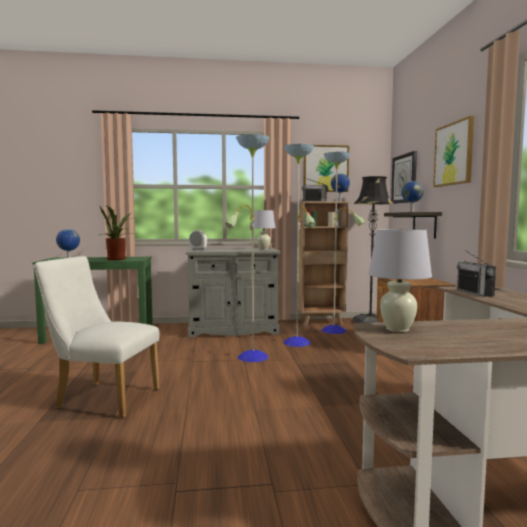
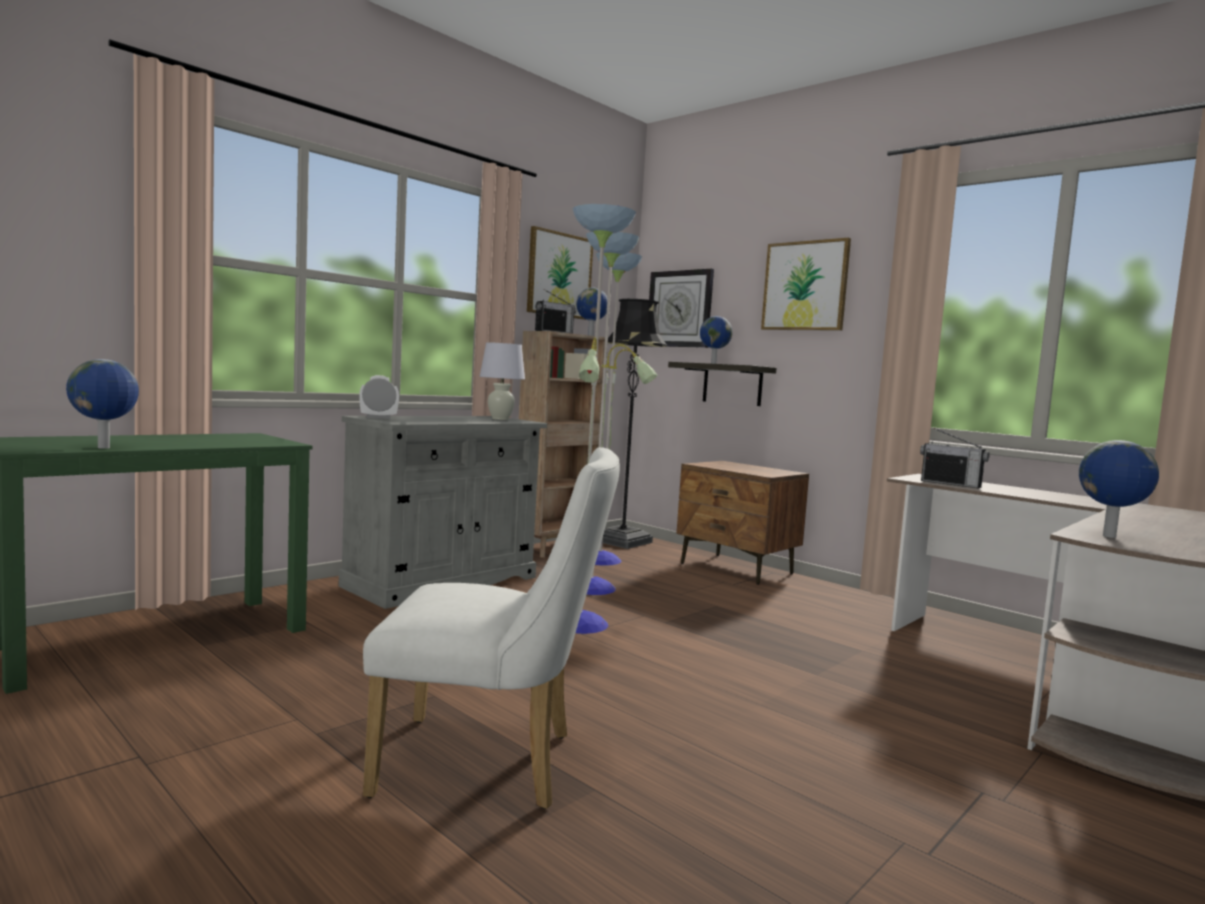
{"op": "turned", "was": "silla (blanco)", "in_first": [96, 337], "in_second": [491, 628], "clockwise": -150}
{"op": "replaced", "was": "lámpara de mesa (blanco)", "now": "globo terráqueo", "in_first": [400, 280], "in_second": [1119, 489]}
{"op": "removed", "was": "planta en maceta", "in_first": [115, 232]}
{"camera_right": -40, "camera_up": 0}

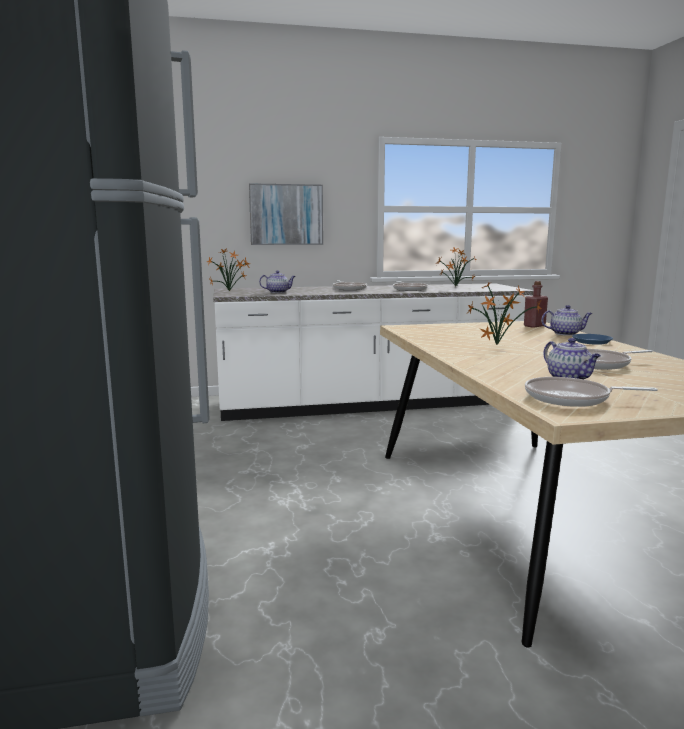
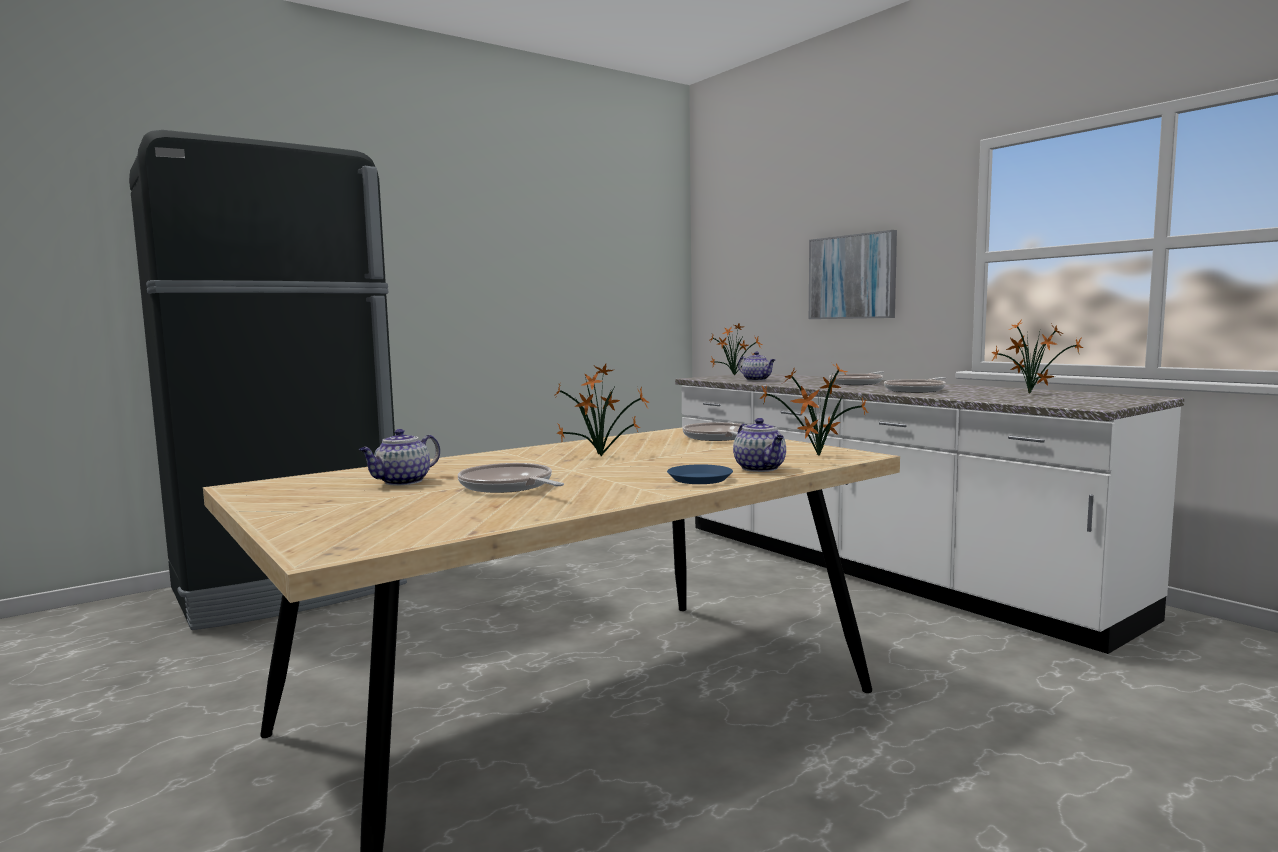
{"op": "moved", "was": "sartén", "in_first": [591, 392], "in_second": [711, 431]}
{"op": "replaced", "was": "botella (rojo)", "now": "planta en maceta", "in_first": [536, 304], "in_second": [814, 409]}
{"camera_right": 65, "camera_up": -5}

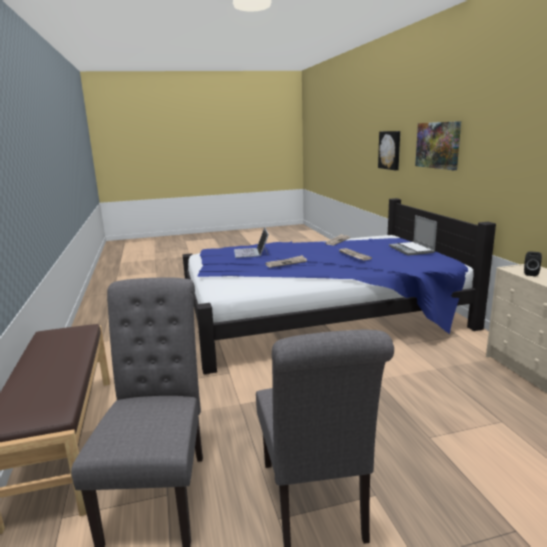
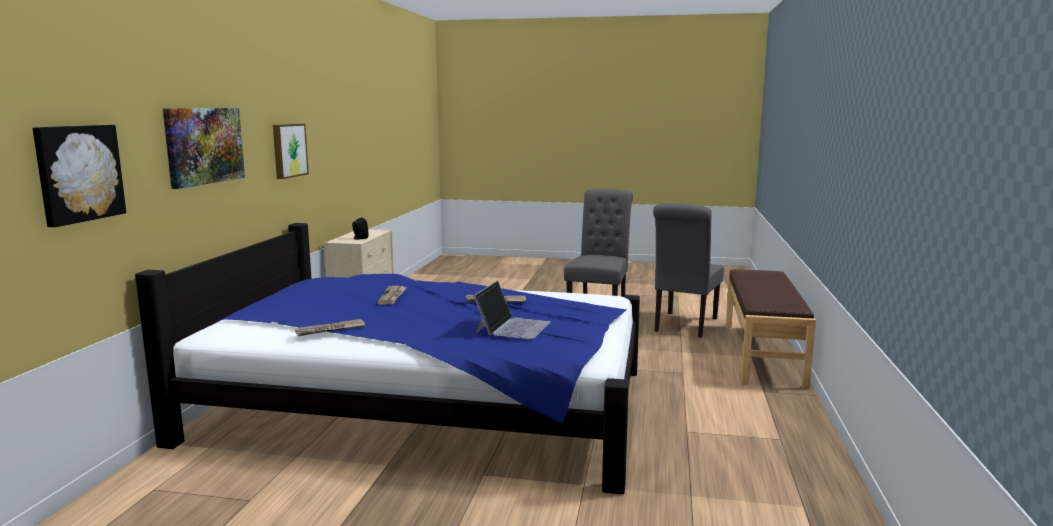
{"op": "added", "now": "cuadro", "in_second": [291, 151]}
{"op": "removed", "was": "portátil", "in_first": [413, 235]}
{"camera_right": -155, "camera_up": -5}

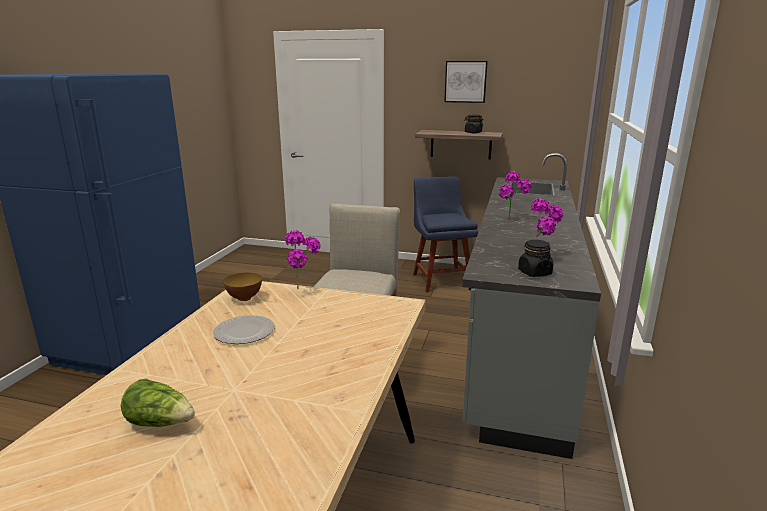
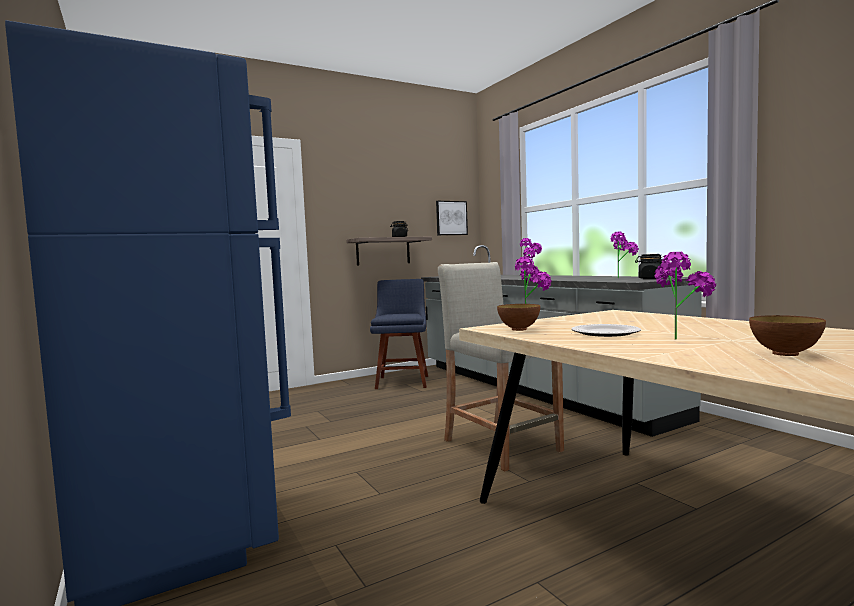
{"op": "turned", "was": "silla (azul)", "in_first": [445, 234], "in_second": [399, 334], "clockwise": 60}
{"op": "moved", "was": "cuadro", "in_first": [466, 82], "in_second": [452, 218]}
{"op": "added", "now": "planta en maceta", "in_second": [685, 296]}
{"op": "replaced", "was": "lechuga", "now": "cuenco", "in_first": [158, 403], "in_second": [787, 335]}
{"camera_right": -45, "camera_up": -15}

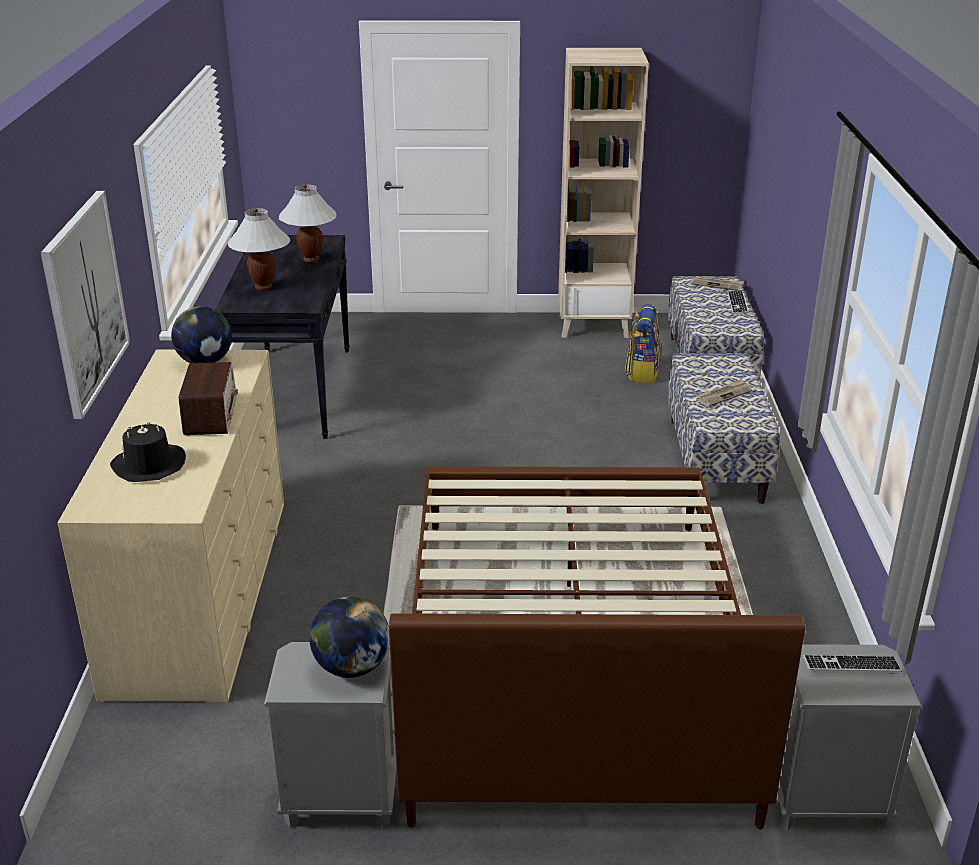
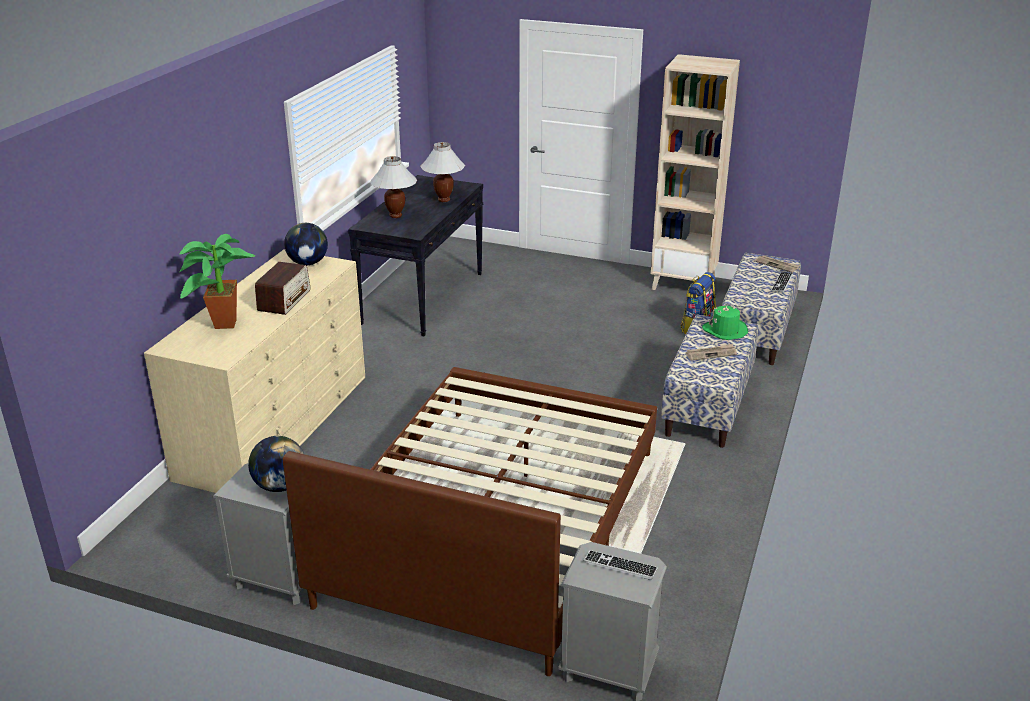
{"op": "replaced", "was": "sombrero (negro)", "now": "planta en maceta", "in_first": [148, 452], "in_second": [217, 281]}
{"op": "added", "now": "sombrero (verde)", "in_second": [725, 322]}
{"op": "removed", "was": "cuadro", "in_first": [85, 305]}
{"camera_right": 20, "camera_up": 0}

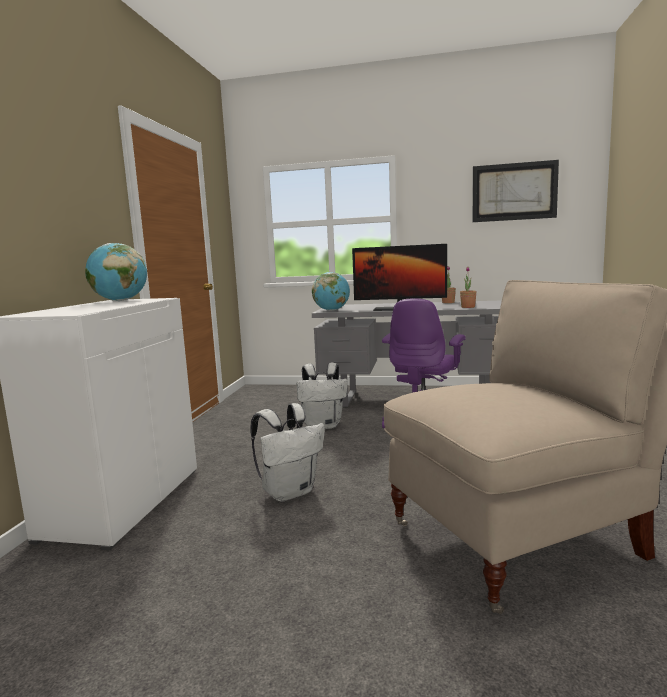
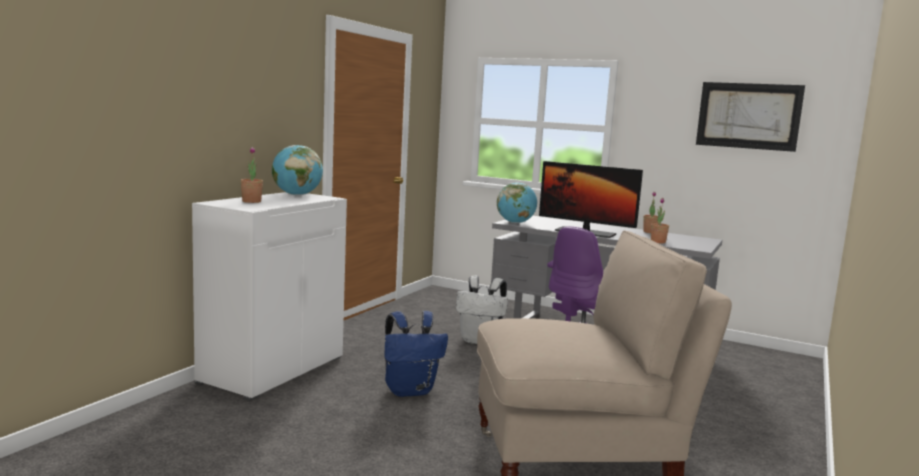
{"op": "added", "now": "planta en maceta", "in_second": [251, 175]}
{"op": "recoloured", "was": "mochila (blanco)", "now": "mochila (azul)", "in_first": [287, 452], "in_second": [416, 354]}
{"camera_right": 15, "camera_up": 0}

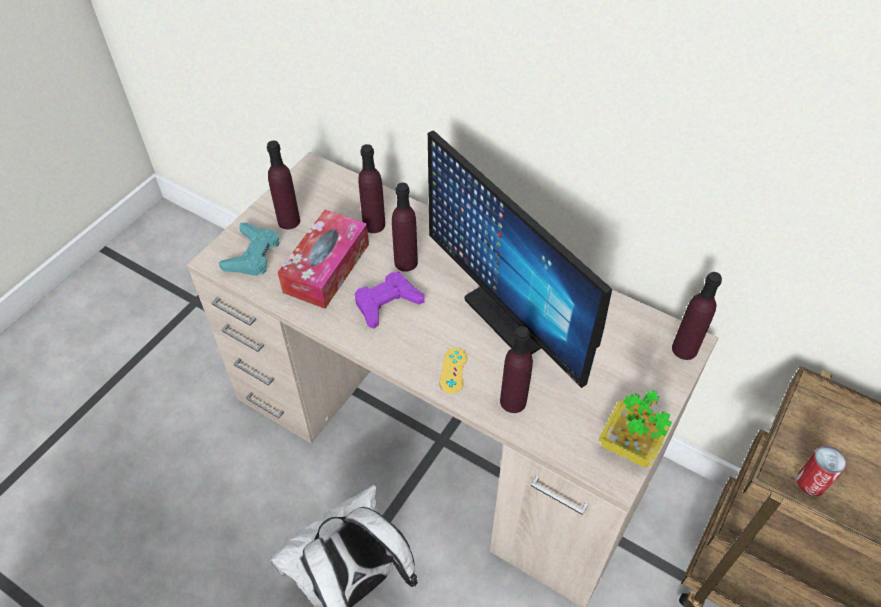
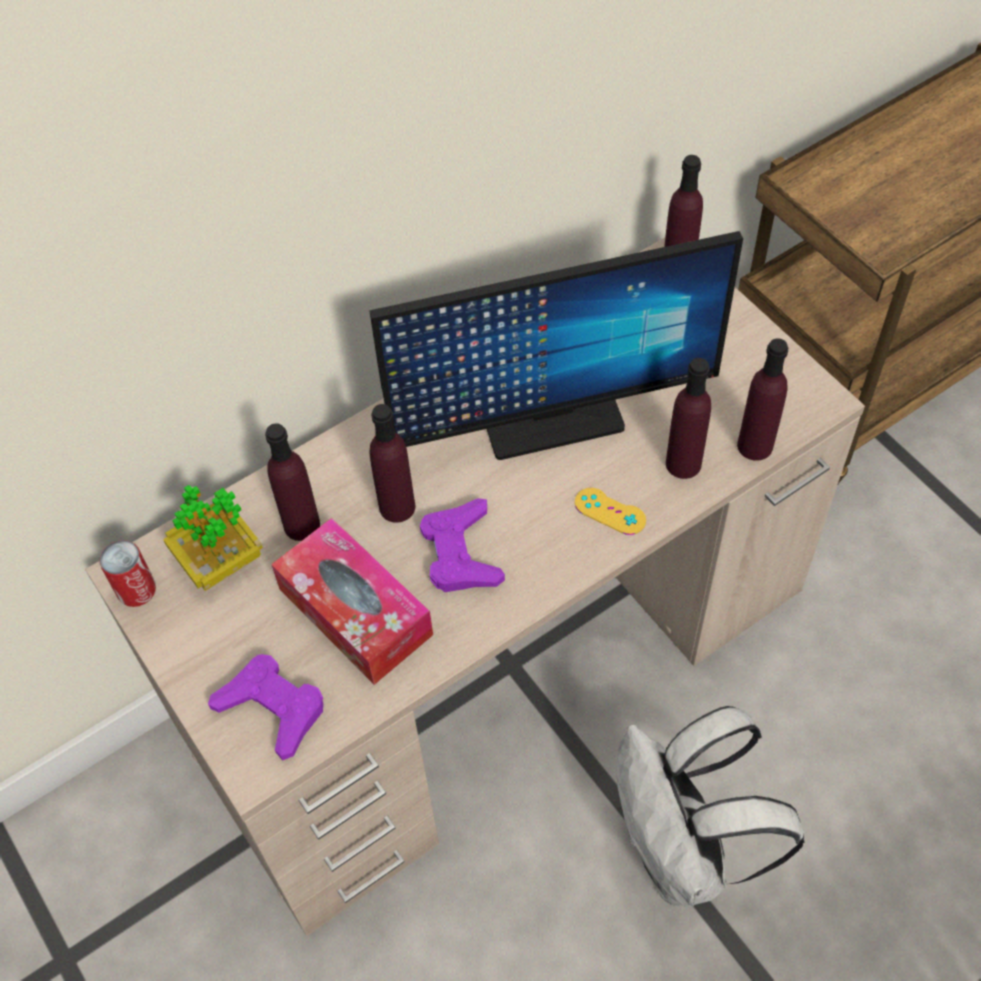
{"op": "moved", "was": "lata", "in_first": [821, 471], "in_second": [128, 573]}
{"op": "moved", "was": "planta en maceta", "in_first": [635, 429], "in_second": [213, 538]}
{"op": "recoloured", "was": "mando de consola (turquesa)", "now": "mando de consola (morado)", "in_first": [249, 249], "in_second": [265, 707]}
{"op": "moved", "was": "botella (morado)", "in_first": [283, 184], "in_second": [762, 399]}
{"camera_right": -65, "camera_up": 5}

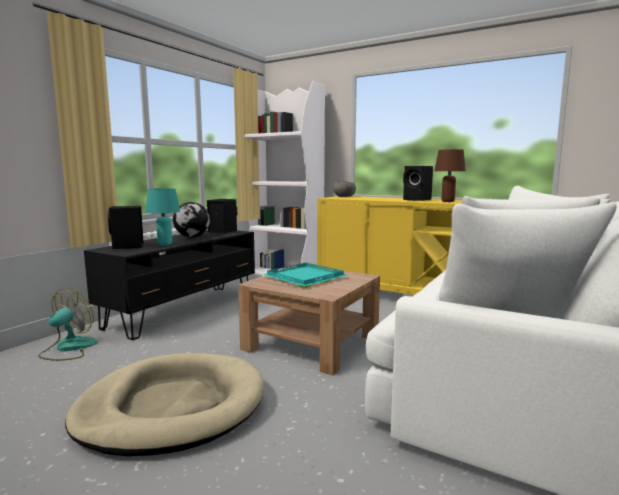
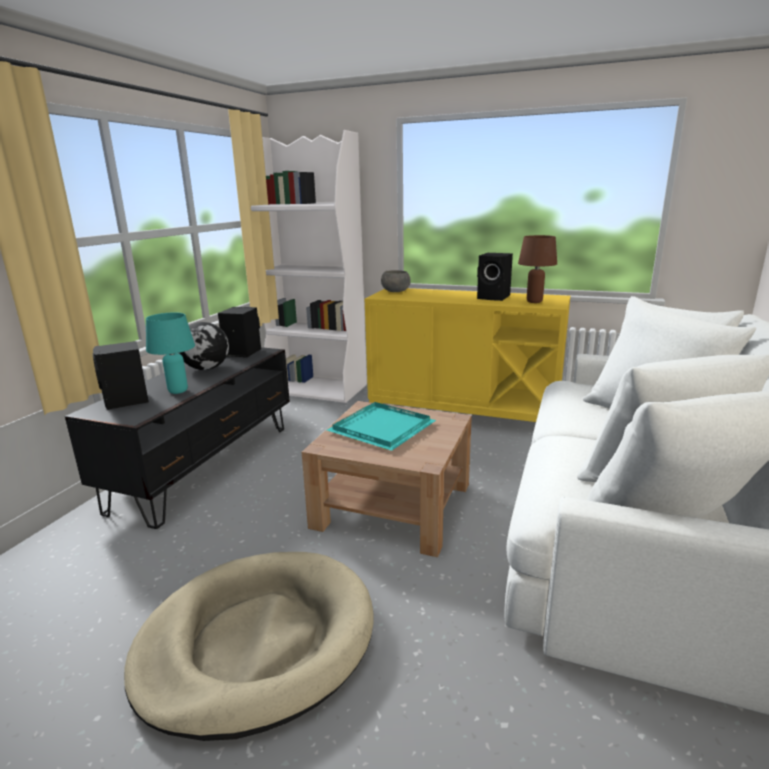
{"op": "removed", "was": "ventilador", "in_first": [68, 325]}
{"camera_right": -10, "camera_up": 10}

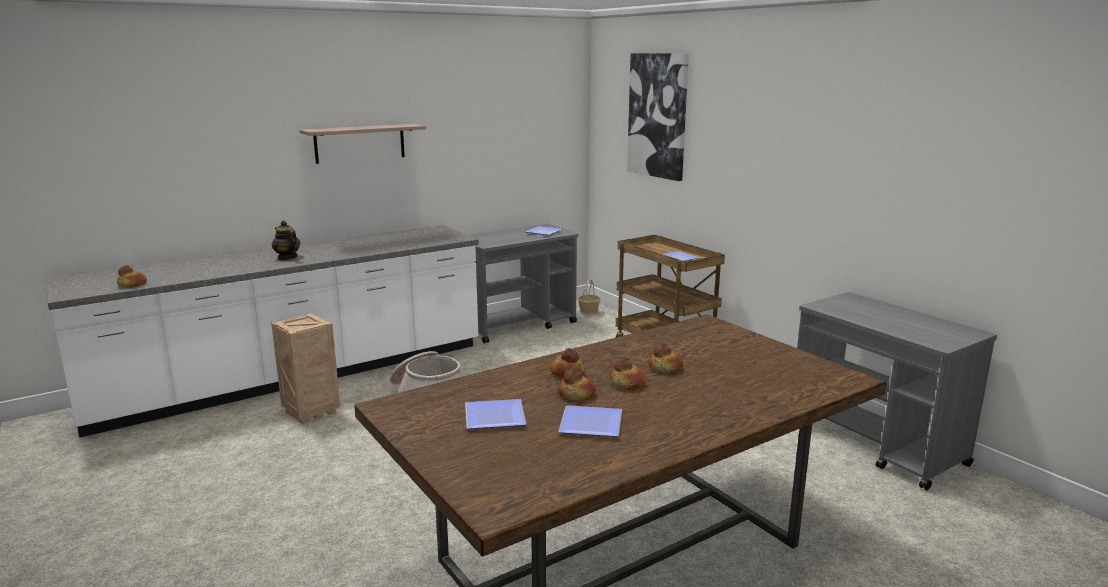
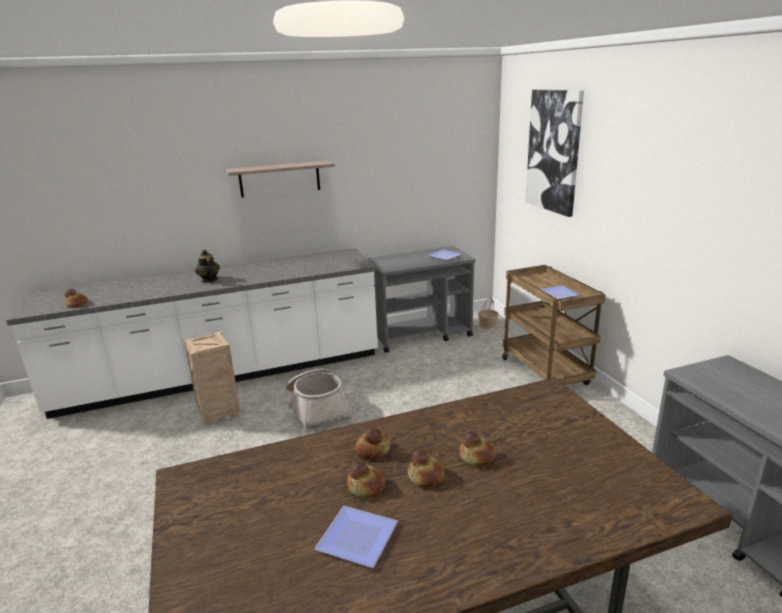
{"op": "removed", "was": "plato", "in_first": [495, 414]}
{"camera_right": 15, "camera_up": 5}

